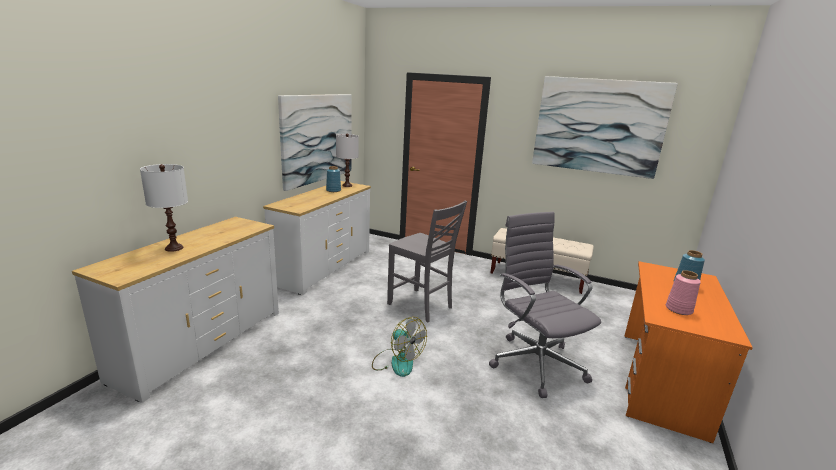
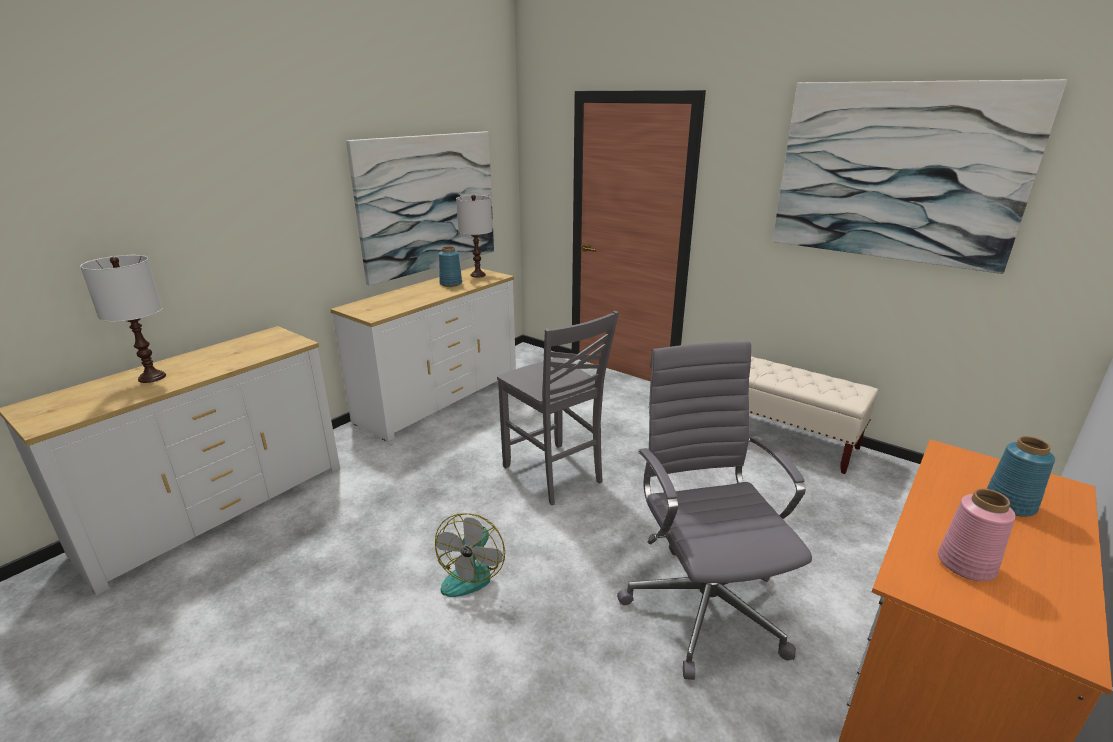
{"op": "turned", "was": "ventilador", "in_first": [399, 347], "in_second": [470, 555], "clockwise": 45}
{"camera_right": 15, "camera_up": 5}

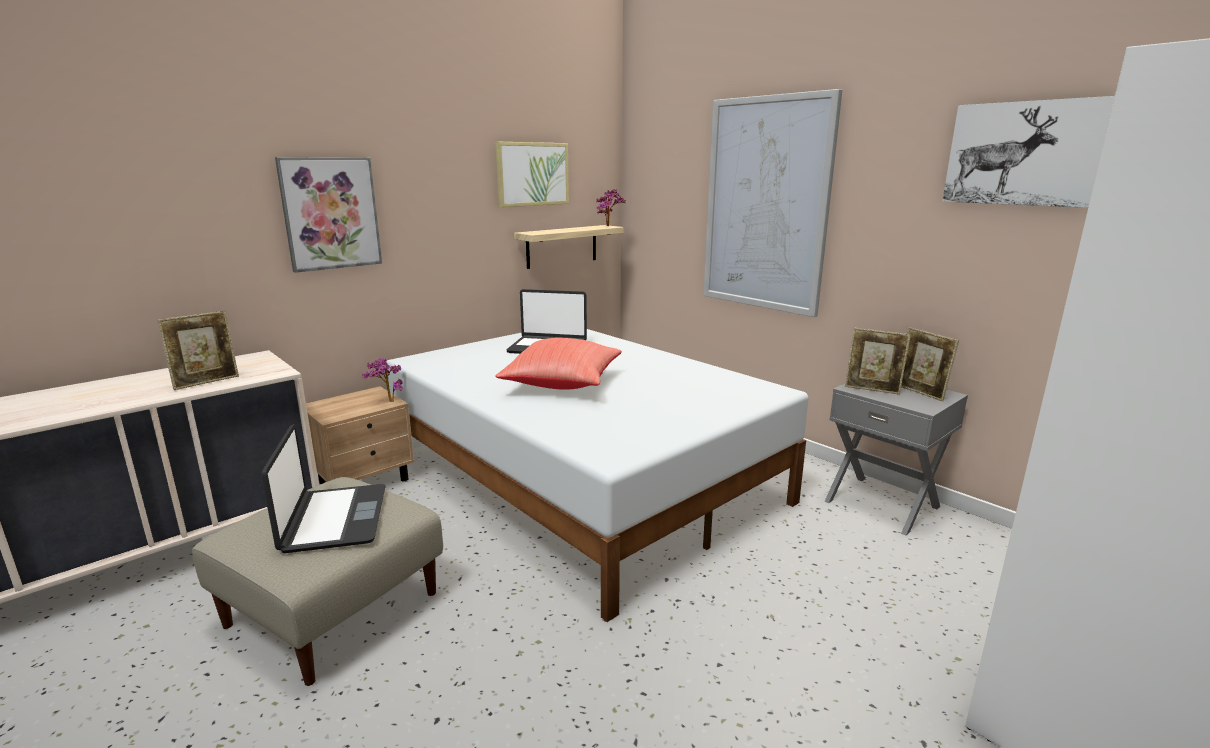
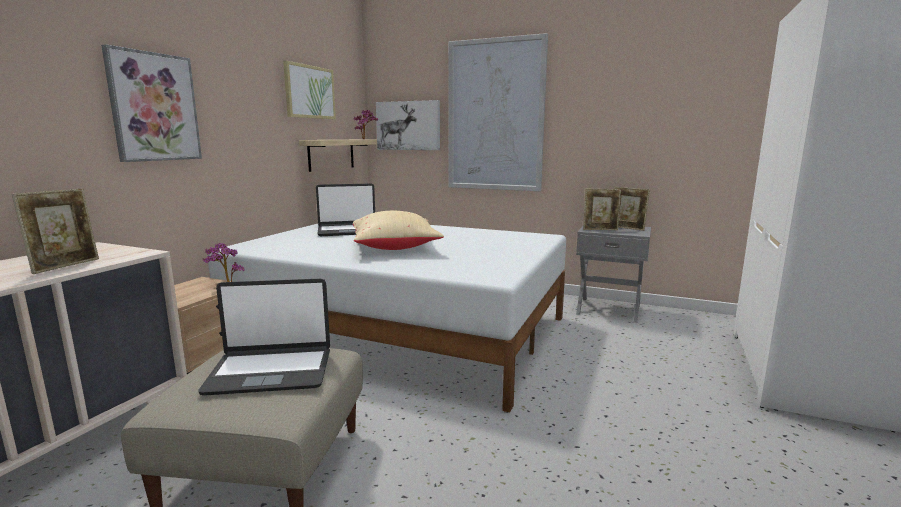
{"op": "turned", "was": "portátil", "in_first": [323, 488], "in_second": [264, 337], "clockwise": 120}
{"op": "recoloured", "was": "cojín (rojo)", "now": "cojín (beis)", "in_first": [558, 364], "in_second": [398, 230]}
{"op": "moved", "was": "cuadro", "in_first": [1028, 152], "in_second": [408, 125]}
{"camera_right": -25, "camera_up": -5}

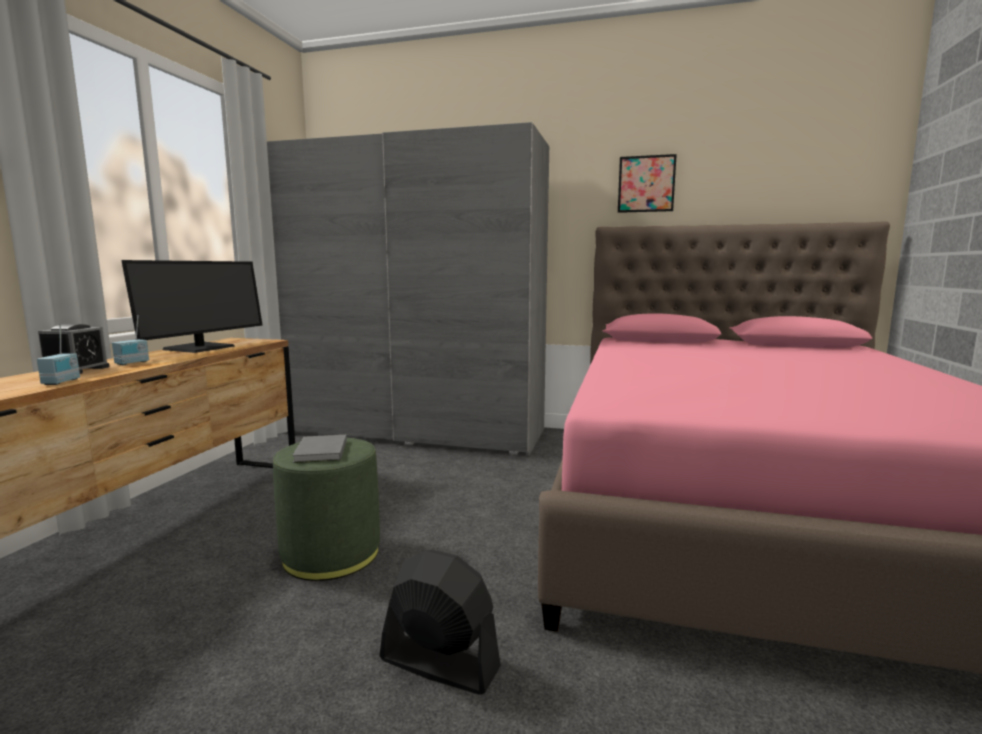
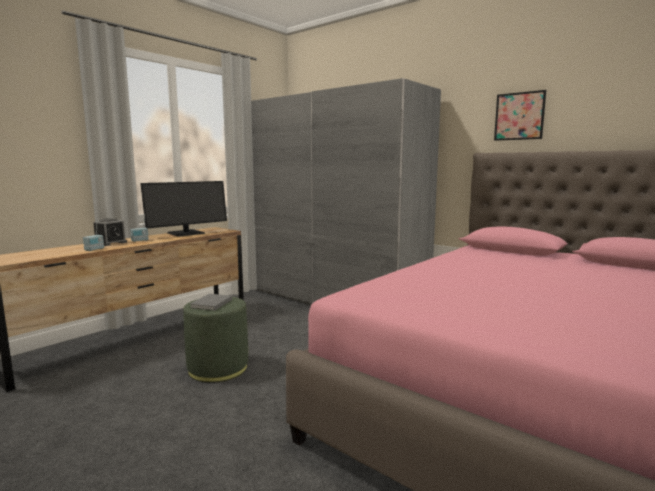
{"op": "removed", "was": "ventilador (negro)", "in_first": [440, 622]}
{"camera_right": 25, "camera_up": 0}

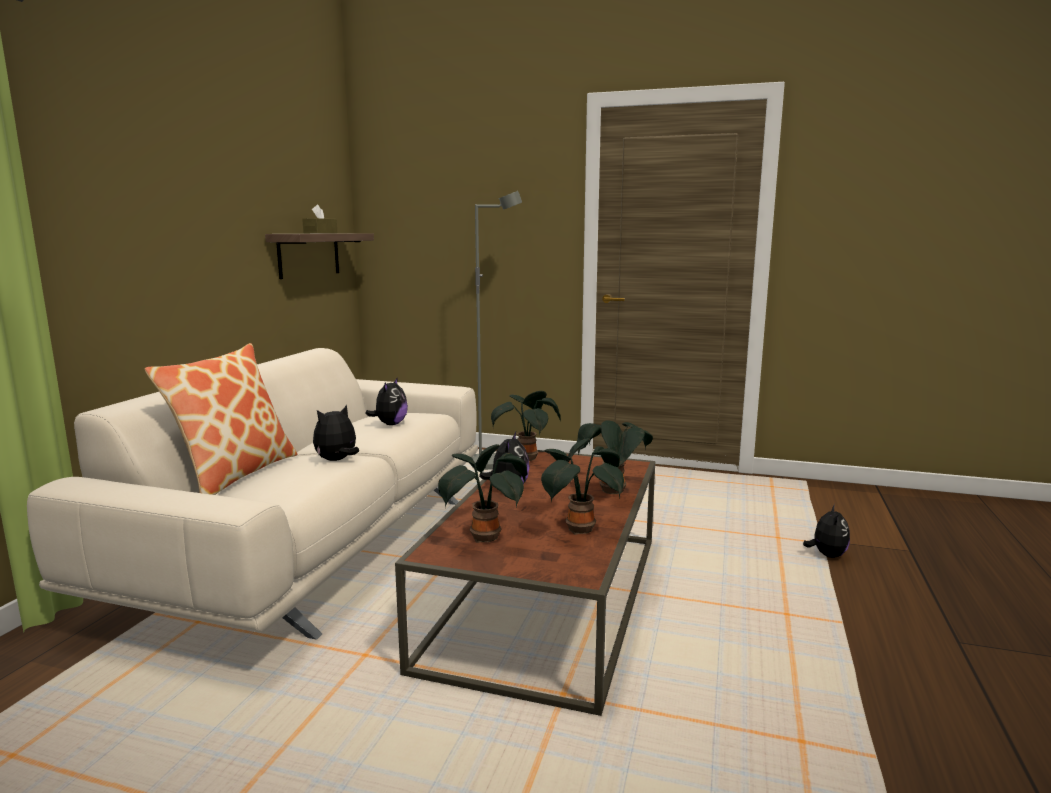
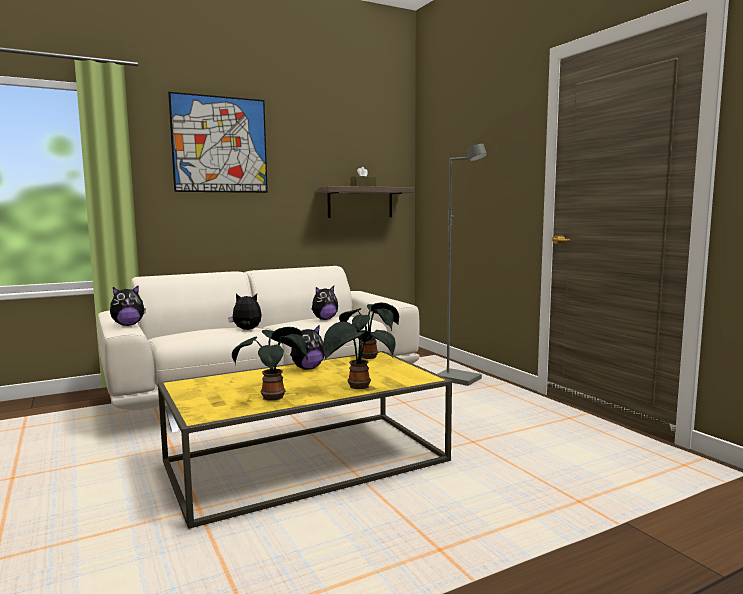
{"op": "moved", "was": "peluche", "in_first": [826, 531], "in_second": [128, 306]}
{"op": "recoloured", "was": "mesa de centro (marrón)", "now": "mesa de centro (amarillo)", "in_first": [525, 583], "in_second": [305, 440]}
{"op": "added", "now": "cuadro", "in_second": [218, 142]}
{"op": "removed", "was": "cojín", "in_first": [221, 419]}
{"op": "removed", "was": "planta en maceta", "in_first": [483, 493]}
{"camera_right": 45, "camera_up": -5}

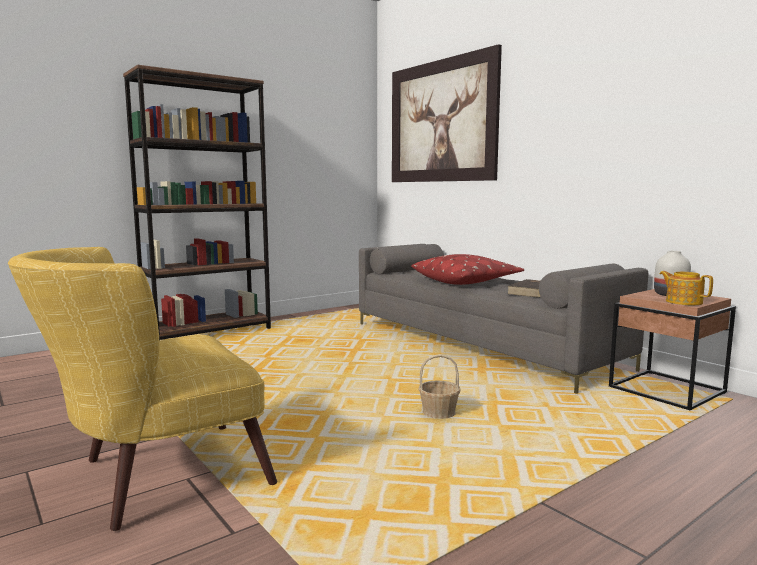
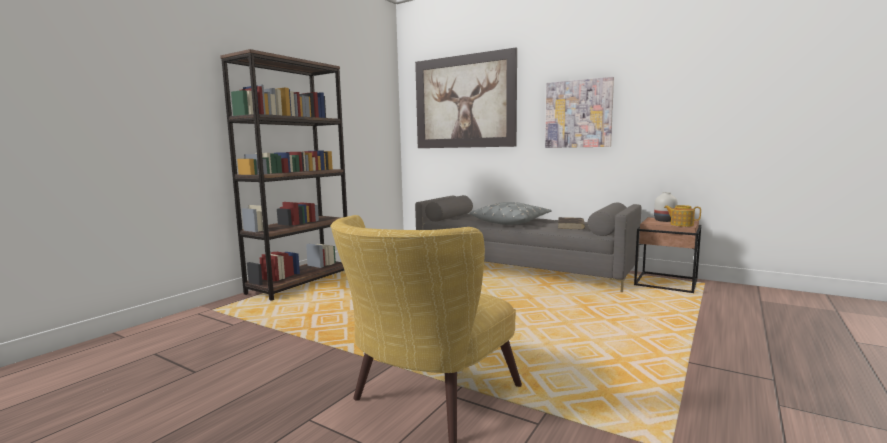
{"op": "recoloured", "was": "cojín (rojo)", "now": "cojín (gris)", "in_first": [467, 269], "in_second": [511, 213]}
{"op": "added", "now": "cuadro", "in_second": [579, 112]}
{"op": "removed", "was": "cesta", "in_first": [439, 386]}
{"camera_right": -20, "camera_up": 0}

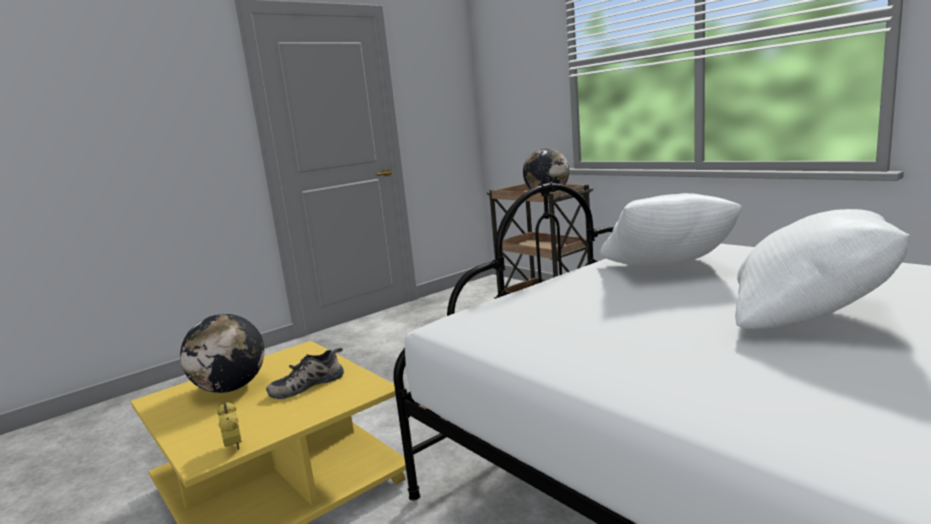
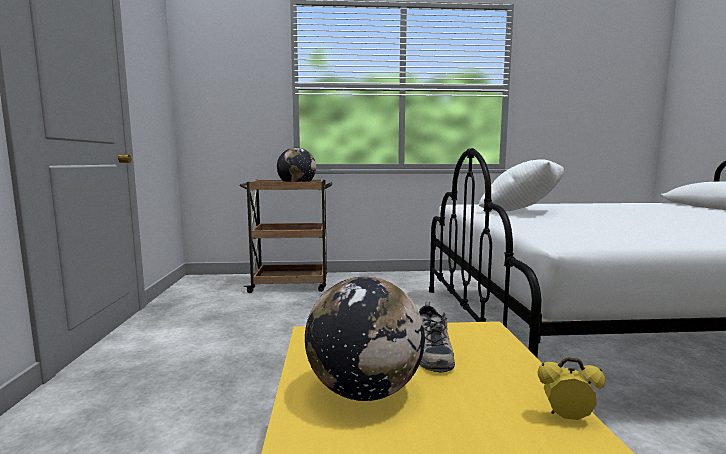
{"op": "removed", "was": "cojín (blanco)", "in_first": [822, 269]}
{"camera_right": -55, "camera_up": -5}

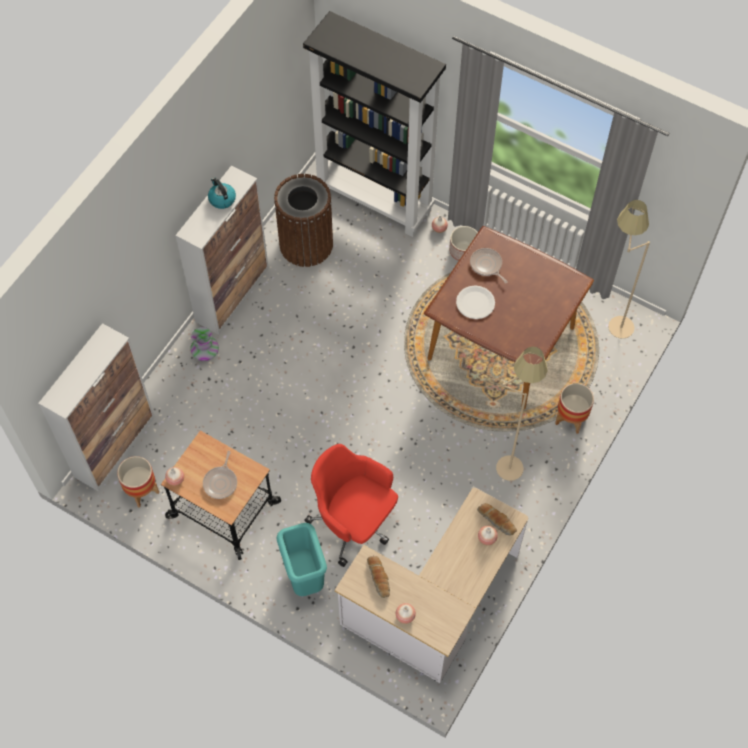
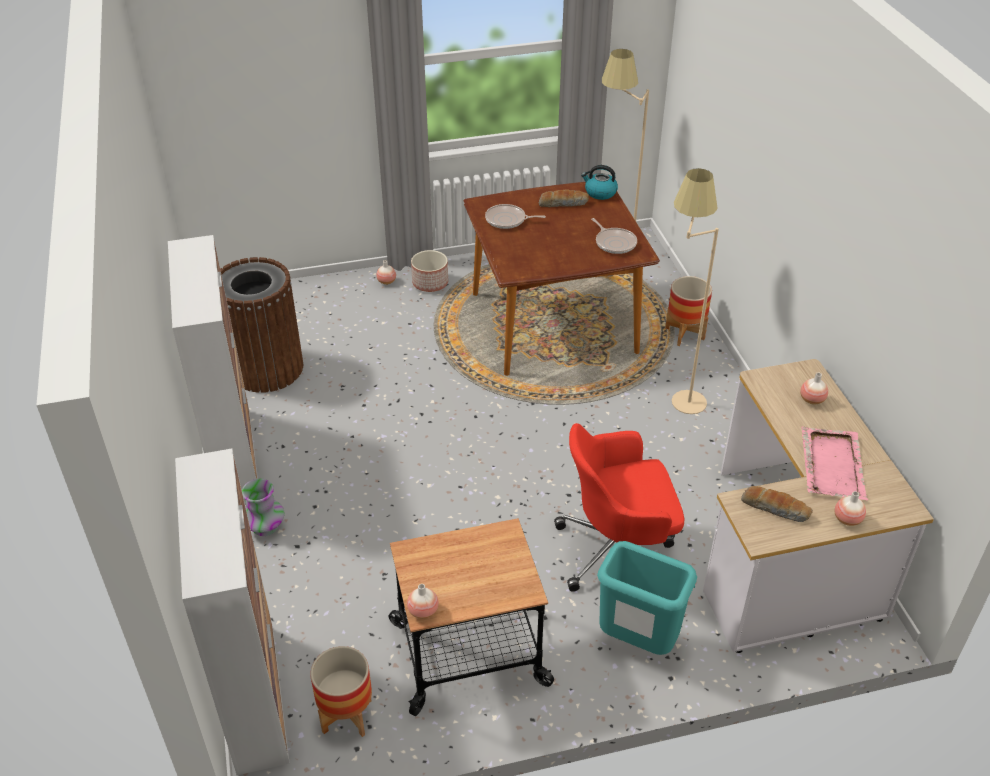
{"op": "moved", "was": "pan", "in_first": [497, 519], "in_second": [564, 198]}
{"op": "moved", "was": "hervidor", "in_first": [222, 193], "in_second": [599, 182]}
{"op": "moved", "was": "sartén", "in_first": [220, 475], "in_second": [614, 236]}
{"op": "added", "now": "bandeja (rosa)", "in_second": [834, 463]}
{"op": "removed", "was": "estantería (negro)", "in_first": [374, 124]}
{"op": "removed", "was": "plato (blanco)", "in_first": [475, 302]}
{"camera_right": -45, "camera_up": -20}

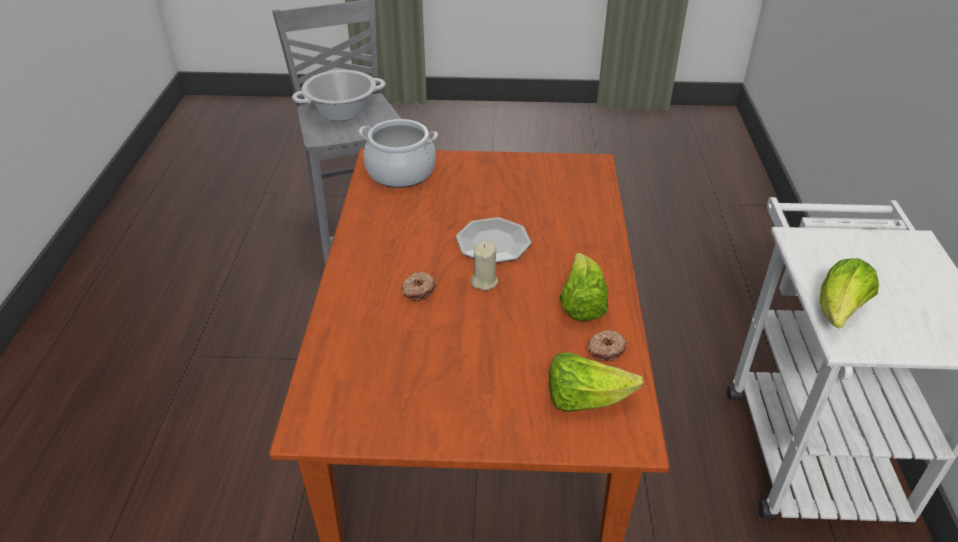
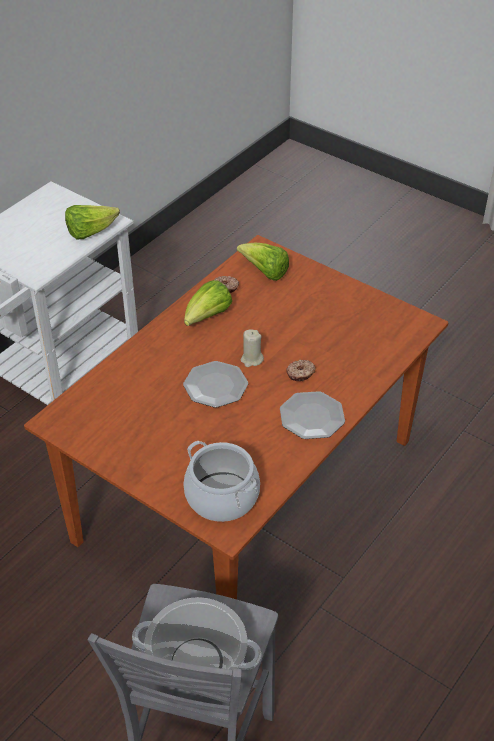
{"op": "added", "now": "plato", "in_second": [312, 415]}
{"camera_right": -145, "camera_up": 5}

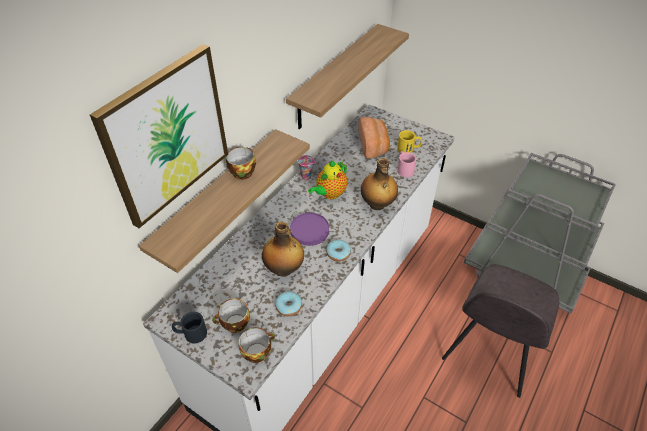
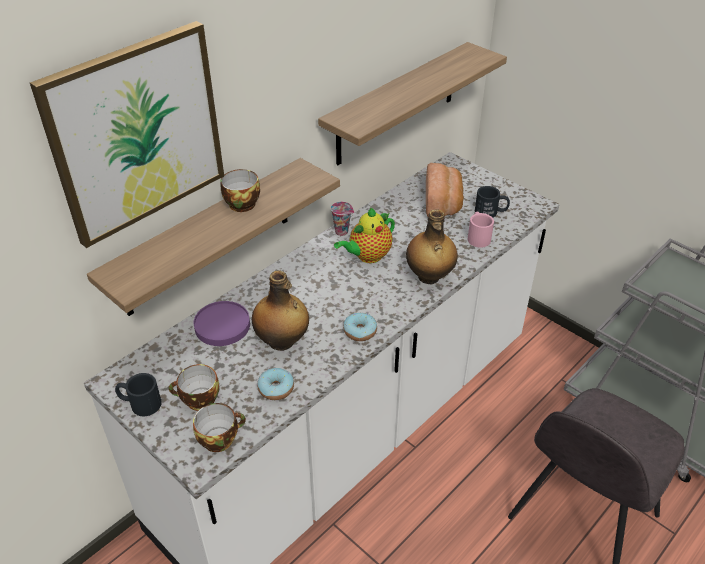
{"op": "moved", "was": "plato (morado)", "in_first": [309, 229], "in_second": [222, 323]}
{"op": "recoloured", "was": "taza grande (amarillo)", "now": "taza grande (negro)", "in_first": [409, 141], "in_second": [492, 202]}
{"camera_right": 10, "camera_up": -5}

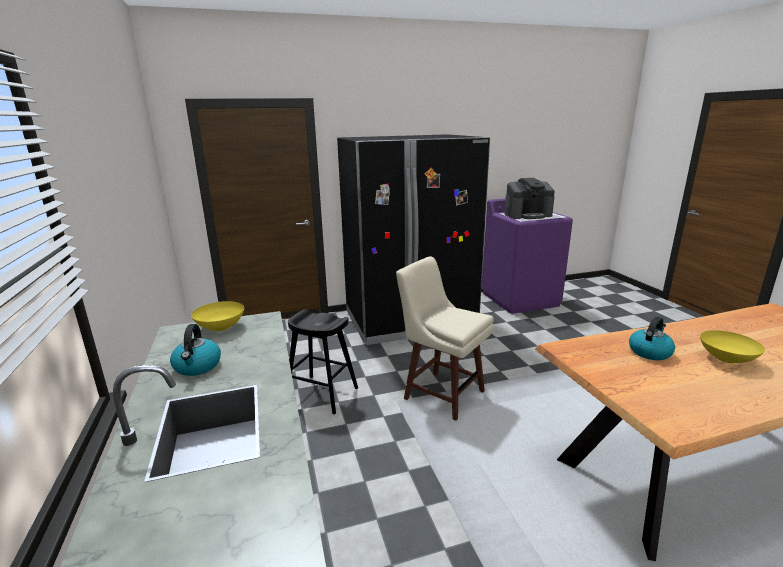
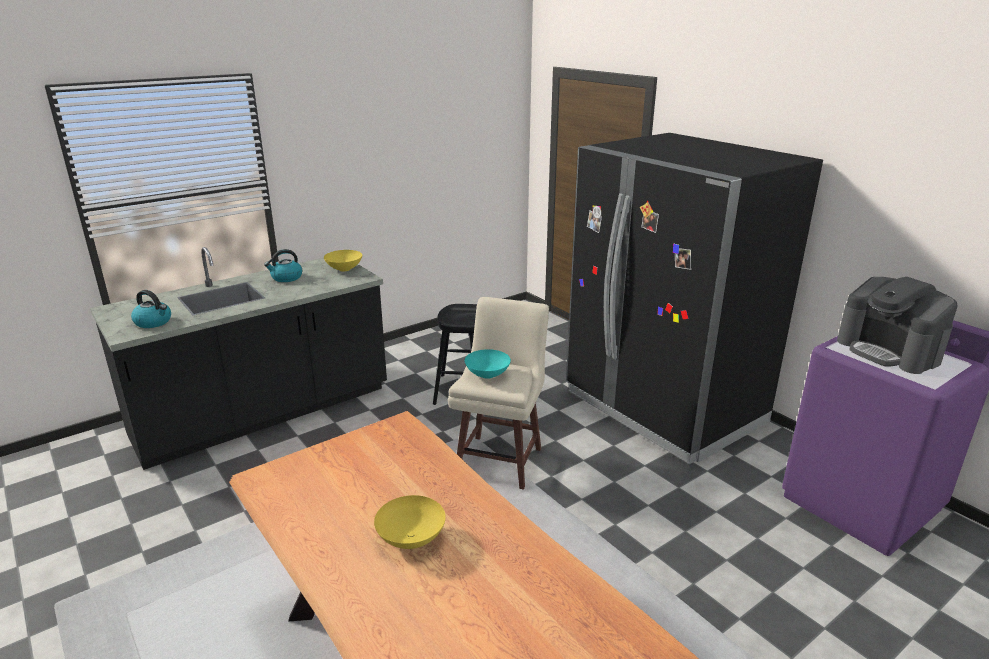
{"op": "moved", "was": "hervidor", "in_first": [652, 338], "in_second": [151, 309]}
{"op": "added", "now": "cuenco (turquesa)", "in_second": [488, 364]}
{"camera_right": 70, "camera_up": 5}

